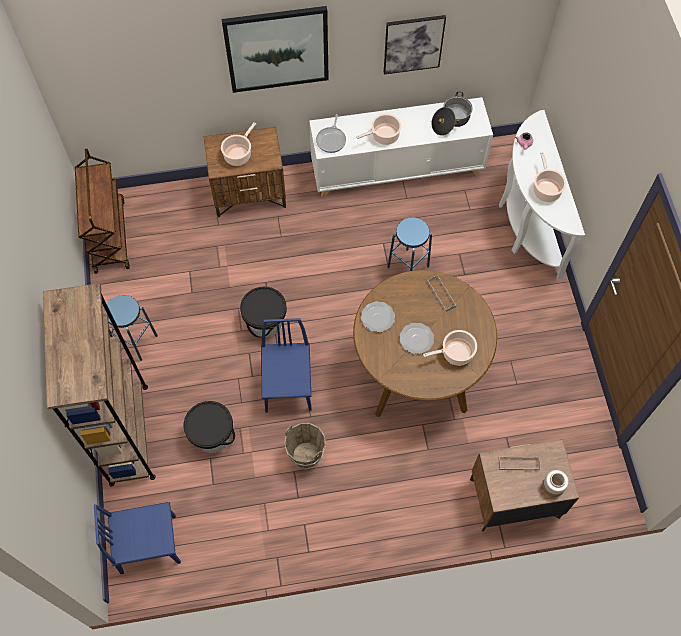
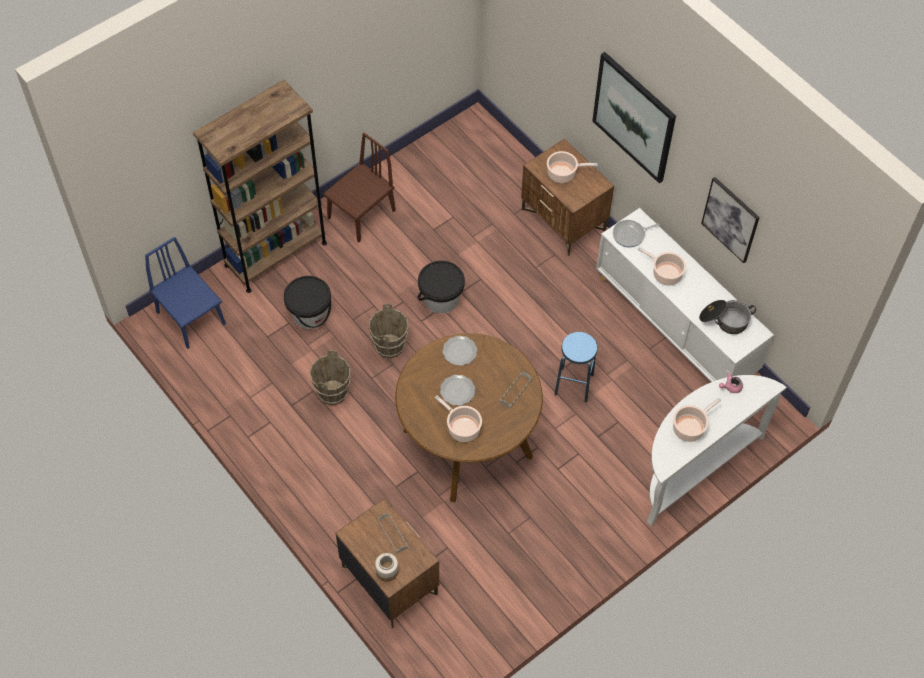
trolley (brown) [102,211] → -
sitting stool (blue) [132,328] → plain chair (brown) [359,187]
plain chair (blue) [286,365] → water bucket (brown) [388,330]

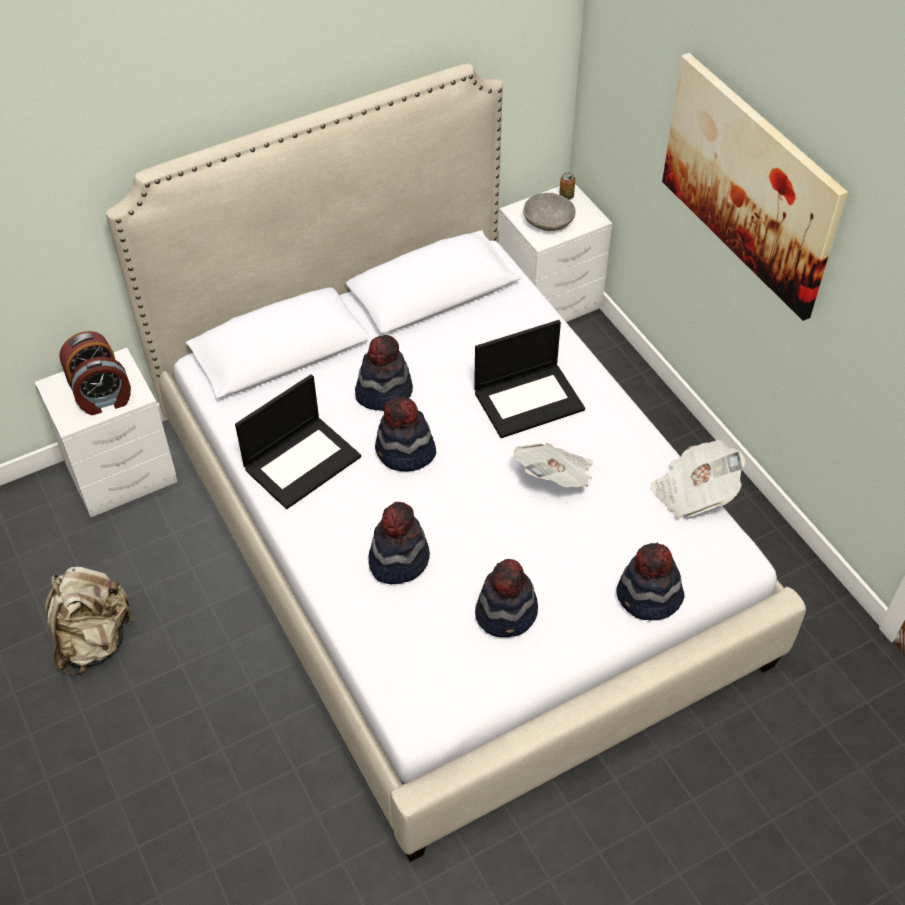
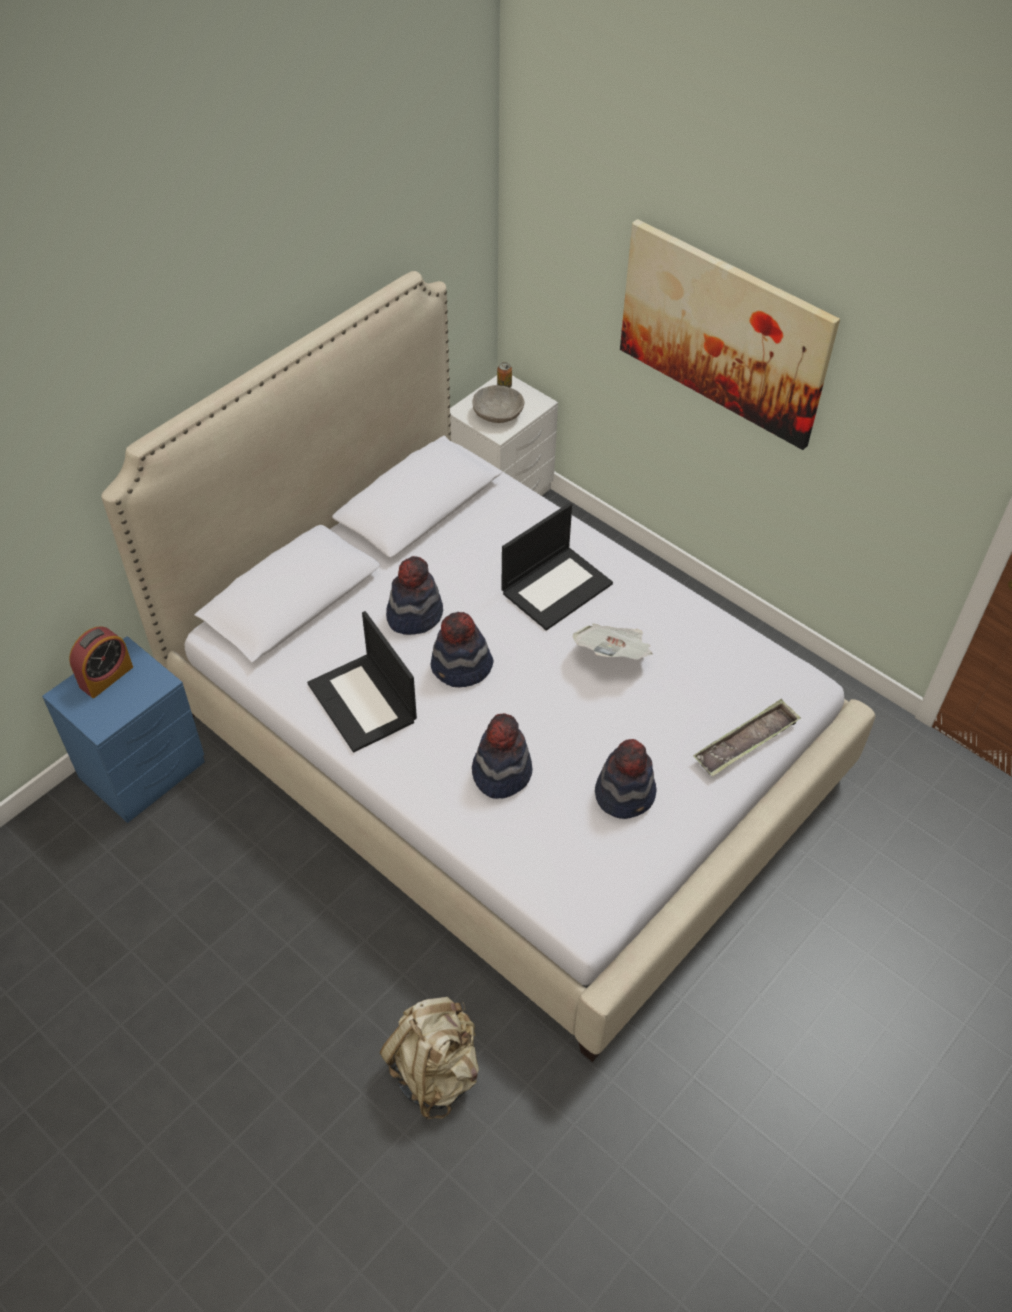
alarm clock [101,385] → -
daily paper [698,479] → -
backpack (sand-coloured) [90,621] → backpack (sand-coloured) [429,1058], move
clothing hat [650,582] → serving tray [747,738]
night table (white) [106,432] → night table (blue) [123,729]
notebook computer [298,441] → notebook computer [362,682], 120 degrees clockwise

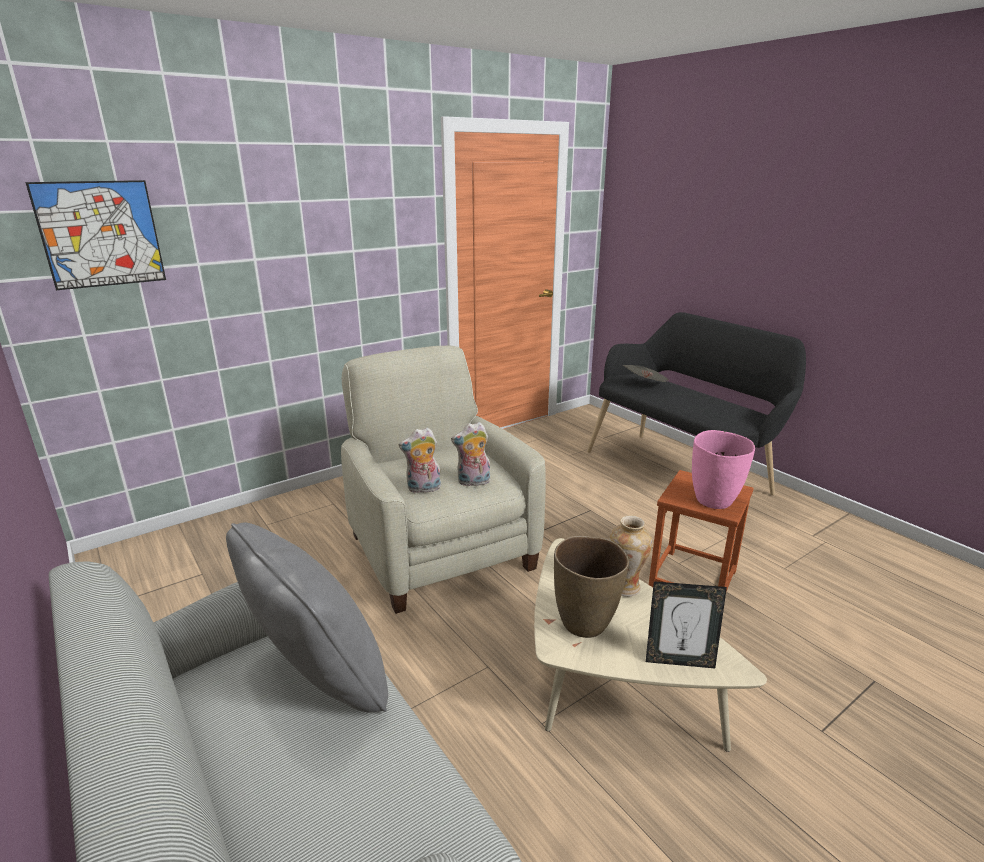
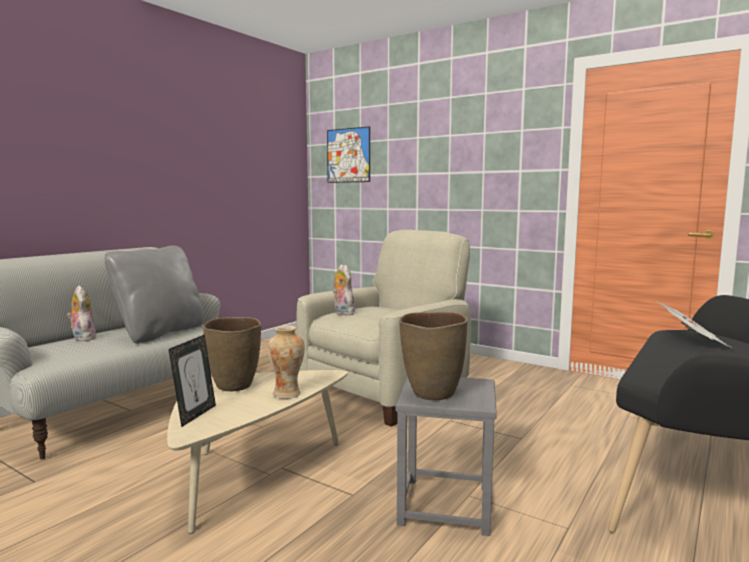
cuddly toy [470,454] → cuddly toy [81,313], move
sitting stool (brown) [701,531] → sitting stool (grey) [446,456]
decorative vase (pink) [723,469] → decorative vase (brown) [433,356]
standing frame [686,624] → standing frame [192,380], 150 degrees counterclockwise

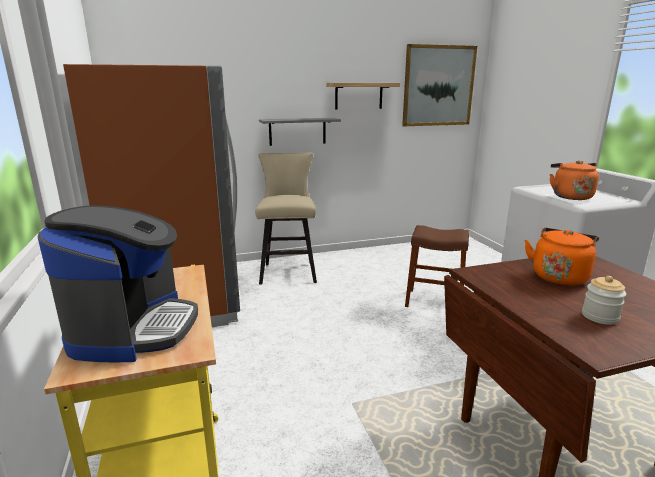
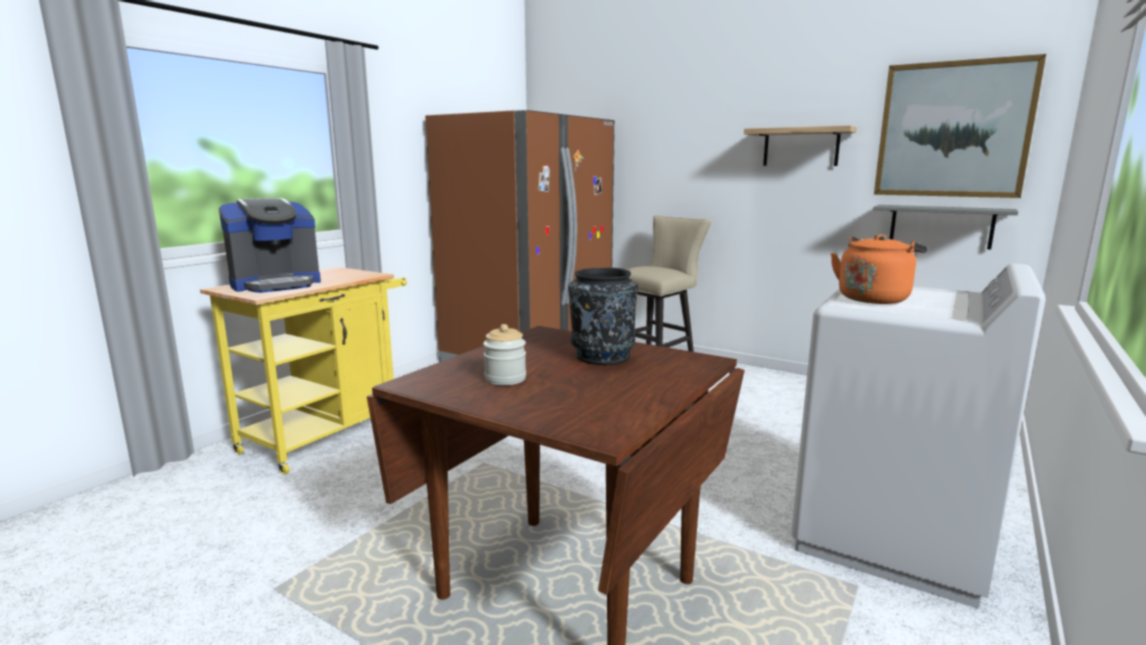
sitting stool (brown) [437,266] → -
wall shelf (grey) [300,132] → wall shelf (grey) [945,227], move
water kettle (orangey) [561,257] → decorative vase (black) [603,316]

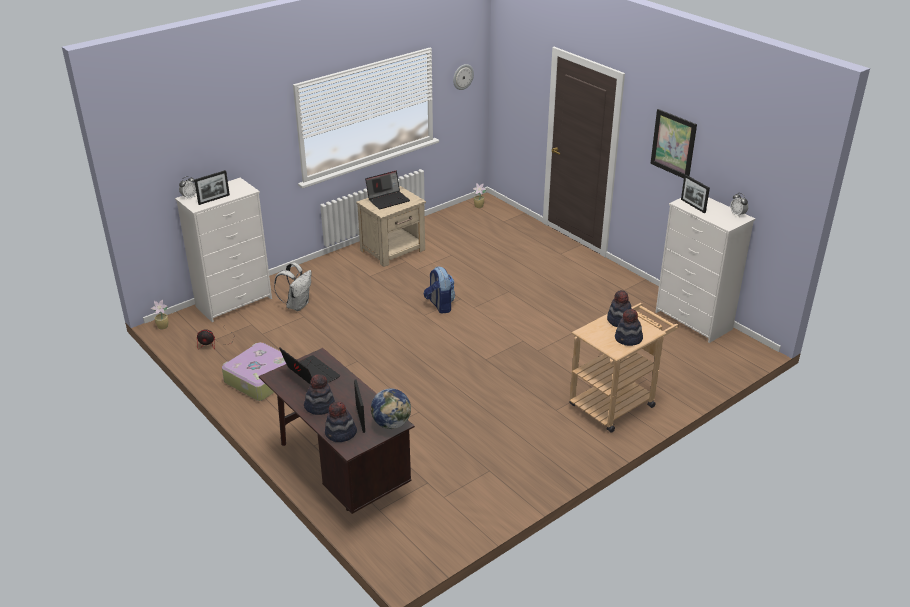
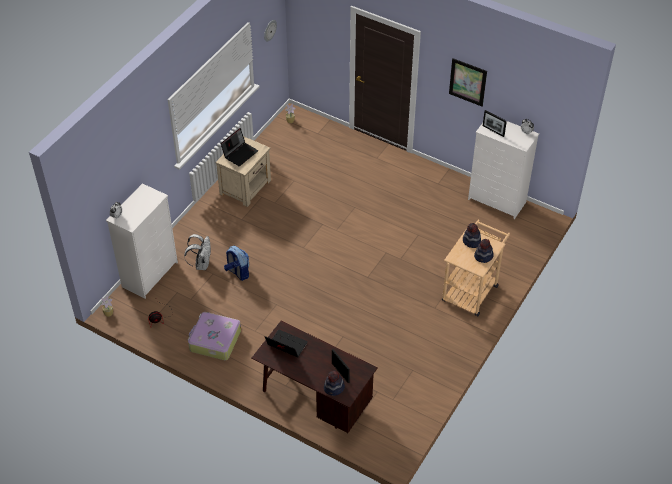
standing frame [212,187] → -
clothing hat [319,394] → -
desk globe [391,409] → -
backpack [439,290] → backpack [236,263], move

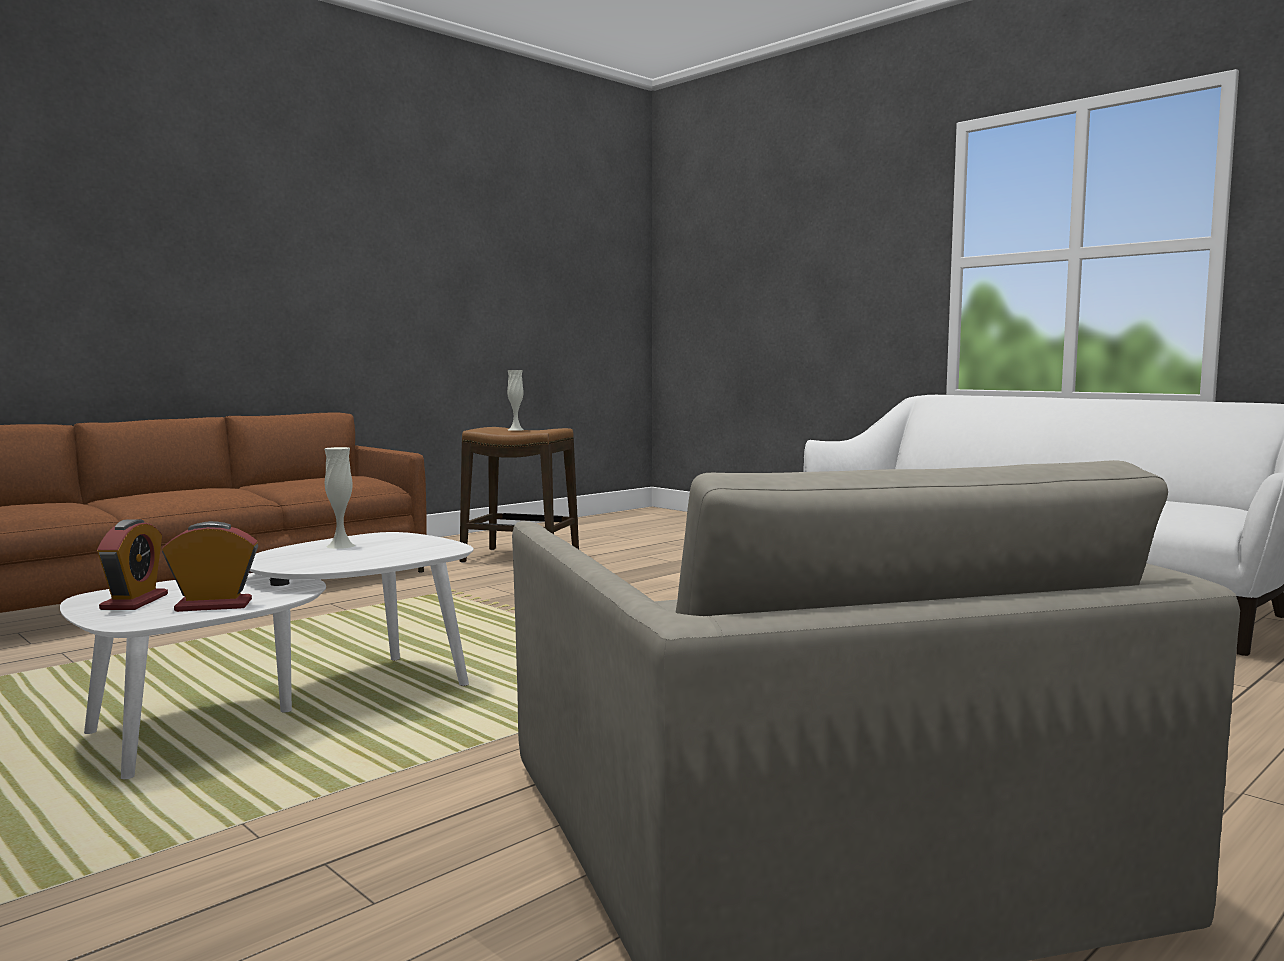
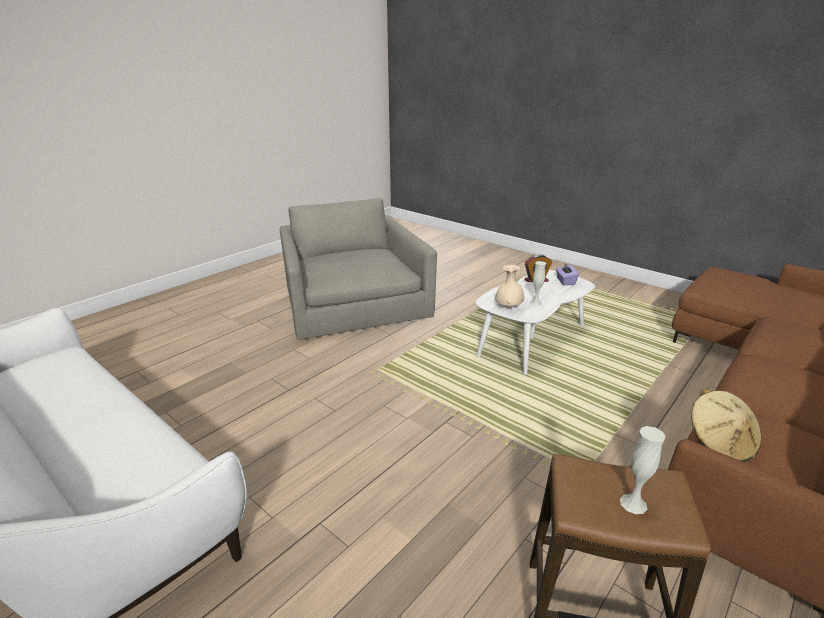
- → decorative vase (sand-coloured) [509,287]
- → clothing hat (sand-coloured) [727,426]
alarm clock [132,564] → tissue holder (purplish) [567,274]

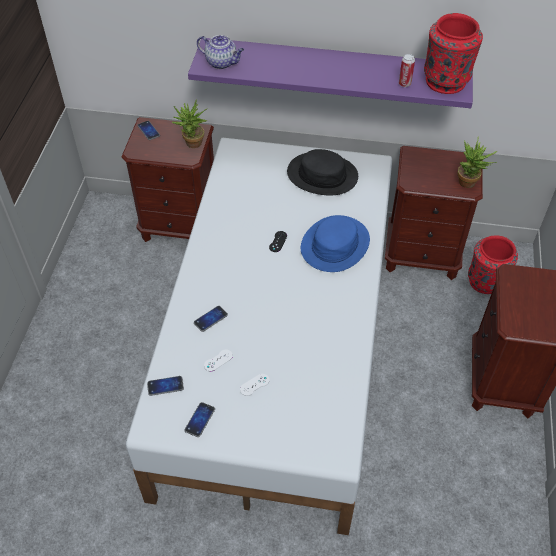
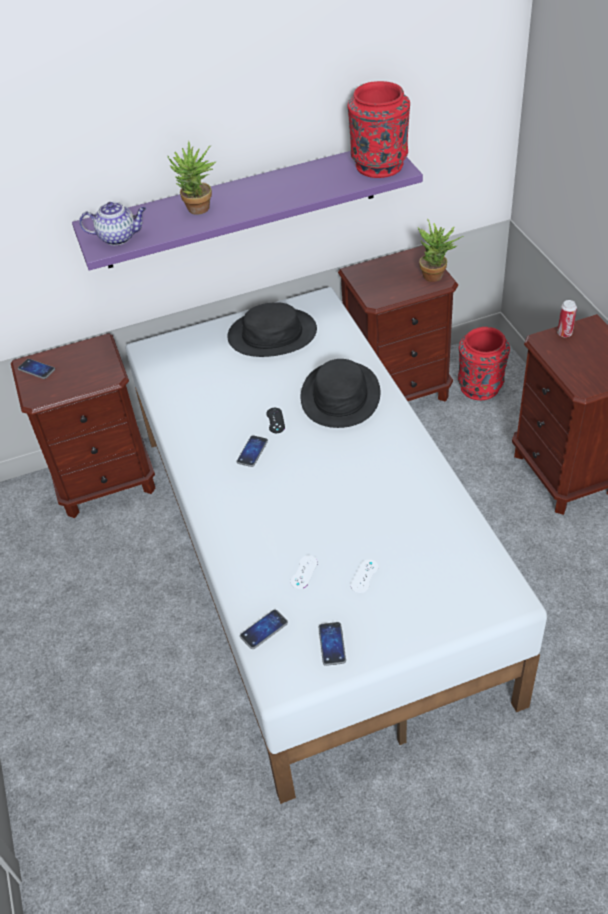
houseplant [189,123] → houseplant [192,178], move
handset [211,319] → handset [252,451], move
sealed can [407,70] → sealed can [567,318], move
clothing hat (blue) [335,243] → clothing hat (black) [340,393]

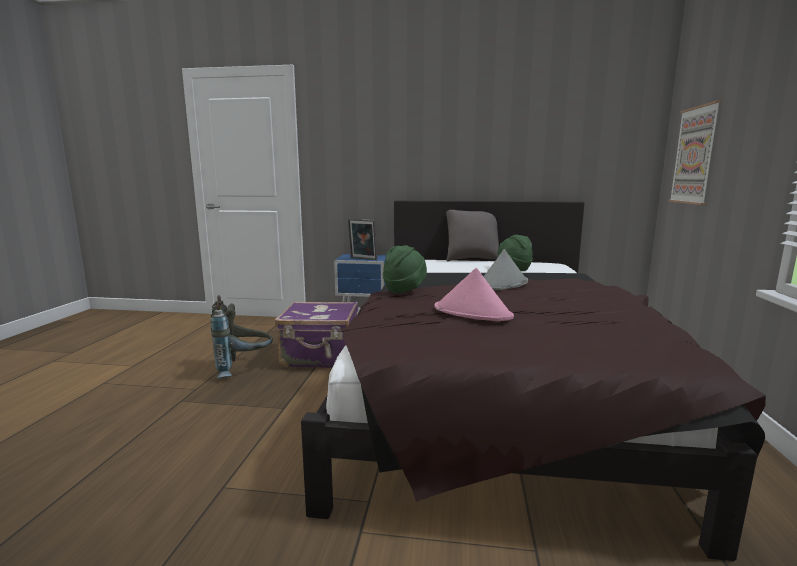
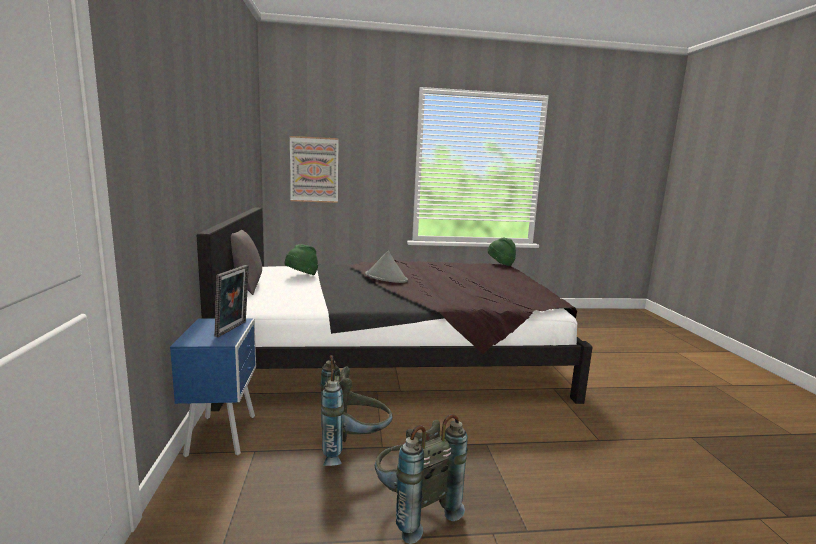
clothing hat (pink) [474,294] → -
clothing hat (green-coloured) [405,269] → clothing hat (green-coloured) [501,251], move
piece of luggage (purplish) [316,334] → backpack (grey) [356,410]

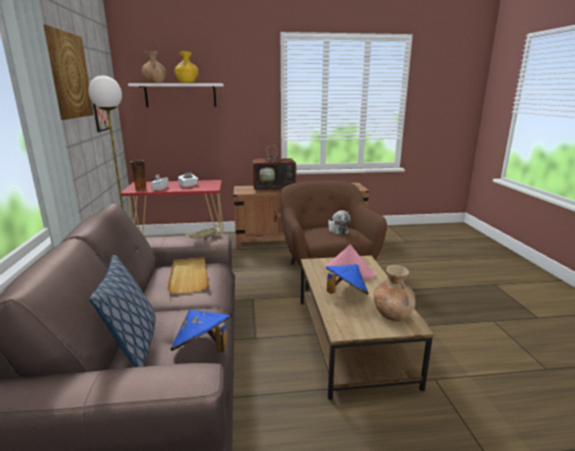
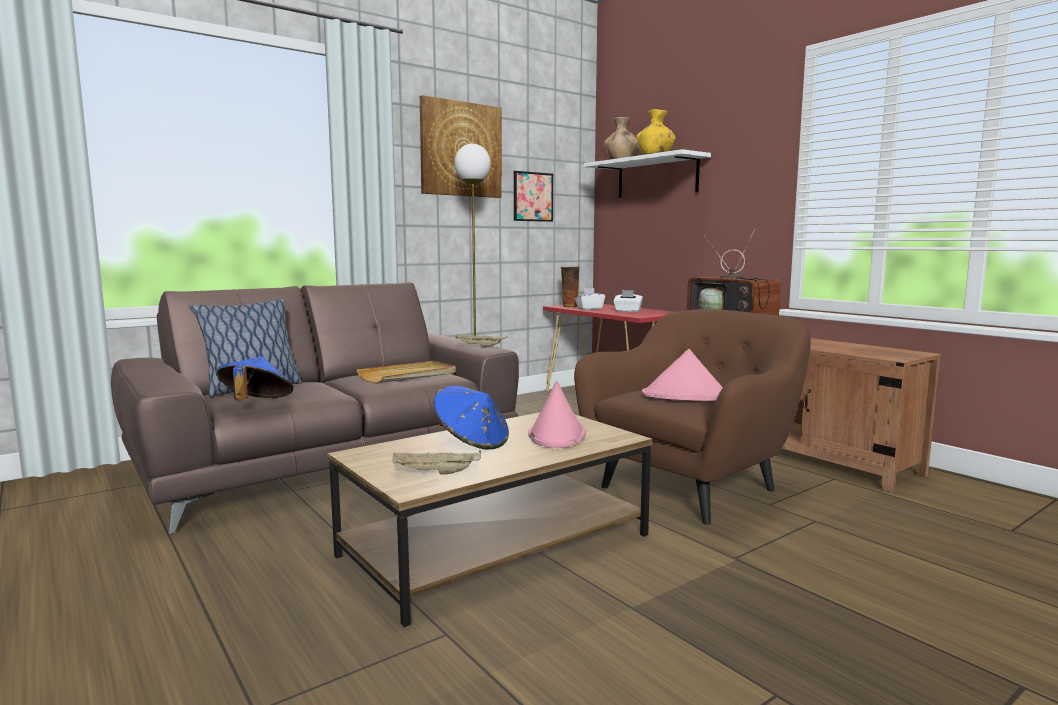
cuddly toy [339,222] → clothing hat (pink) [682,375]
decorative vase (brown) [395,293] → serving tray (sand-coloured) [436,463]

